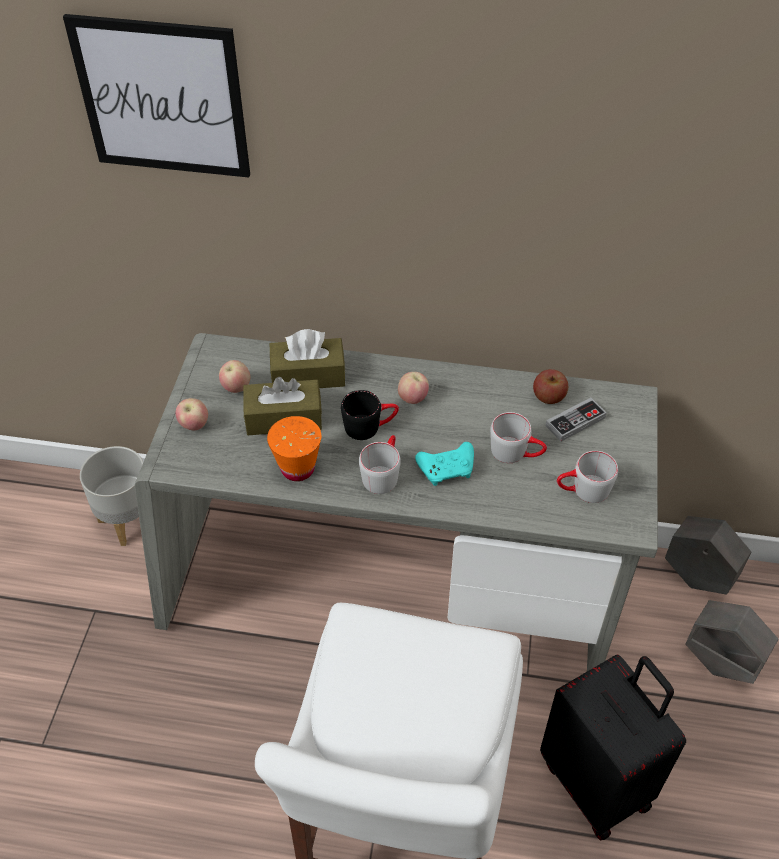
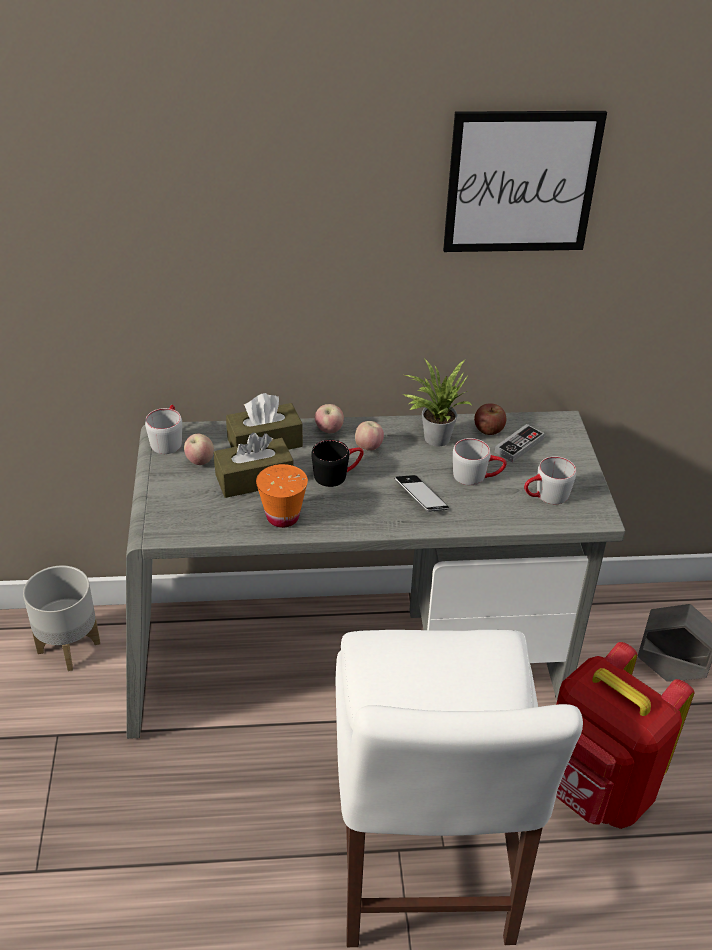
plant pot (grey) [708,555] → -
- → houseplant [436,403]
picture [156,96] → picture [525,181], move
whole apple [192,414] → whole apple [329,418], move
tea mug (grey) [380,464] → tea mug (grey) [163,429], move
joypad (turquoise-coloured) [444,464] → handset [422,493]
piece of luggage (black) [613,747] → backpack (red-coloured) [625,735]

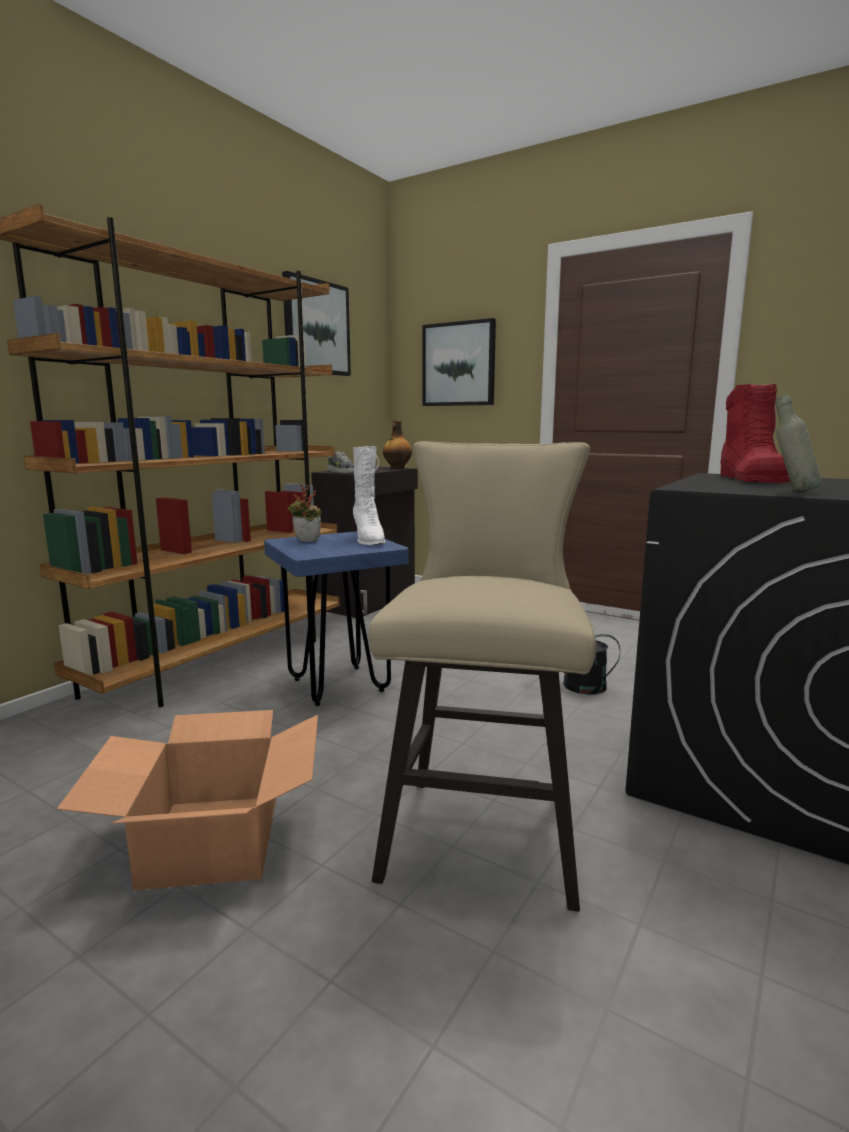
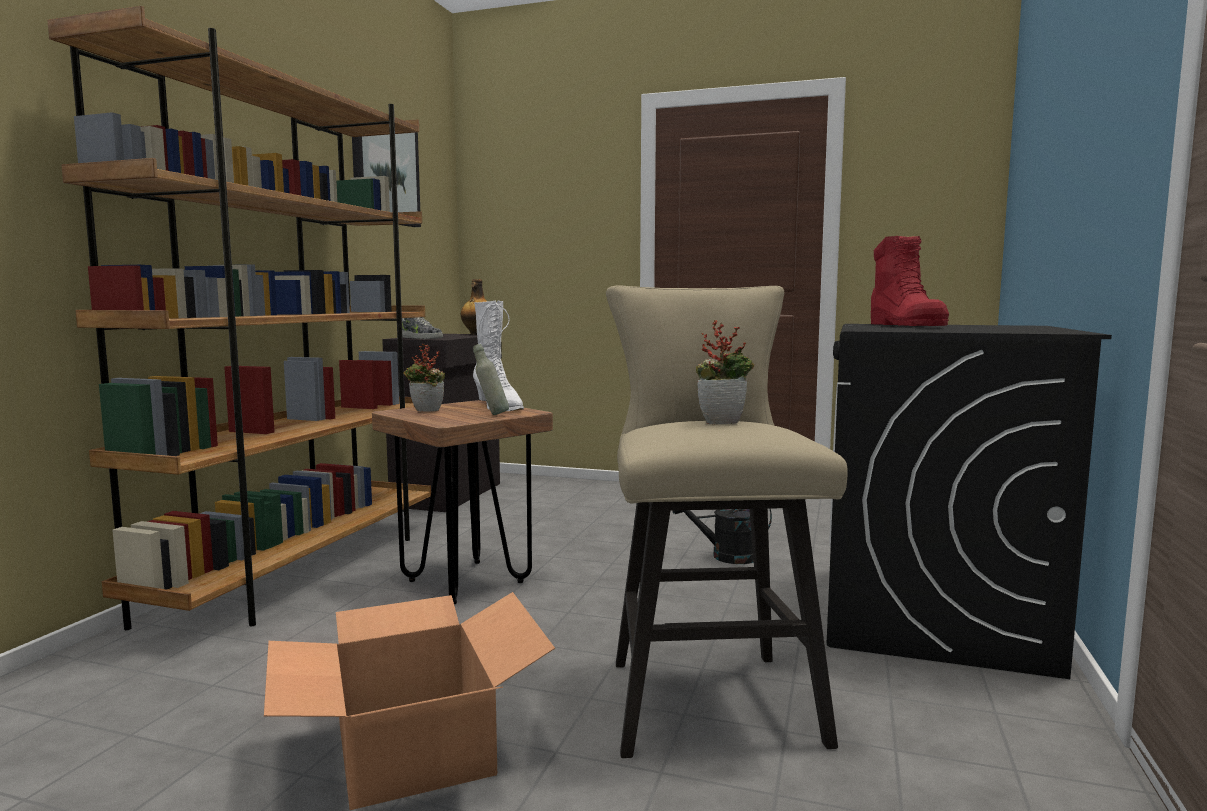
picture [459,362] → -
- → houseplant [725,372]
bottle (grey) [798,444] → bottle (grey) [491,379], move
sitting stool (blue) [336,618] → sitting stool (brown) [462,502]

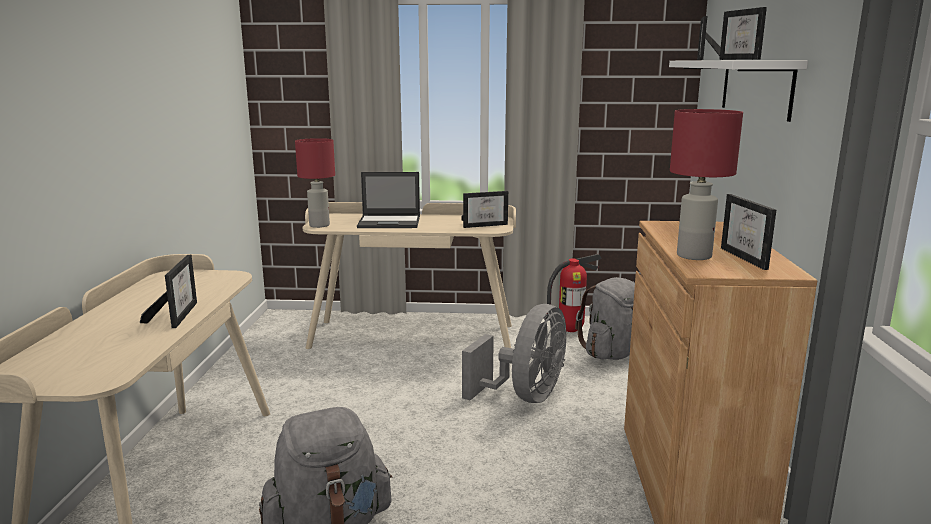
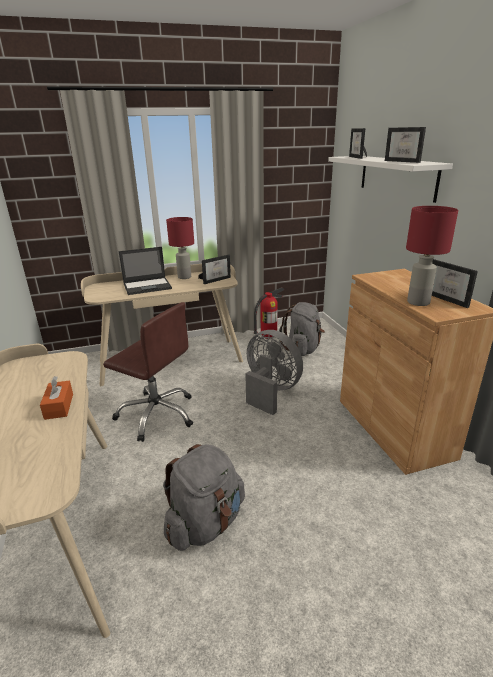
- → computer chair (brown) [148,372]
lamp for a table (red-coloured) [315,183] → lamp for a table (red-coloured) [180,248], move
standing frame [168,291] → tissue holder (orangey) [56,398]
cooling fan (grey) [514,353] → cooling fan (grey) [274,372], 60 degrees counterclockwise

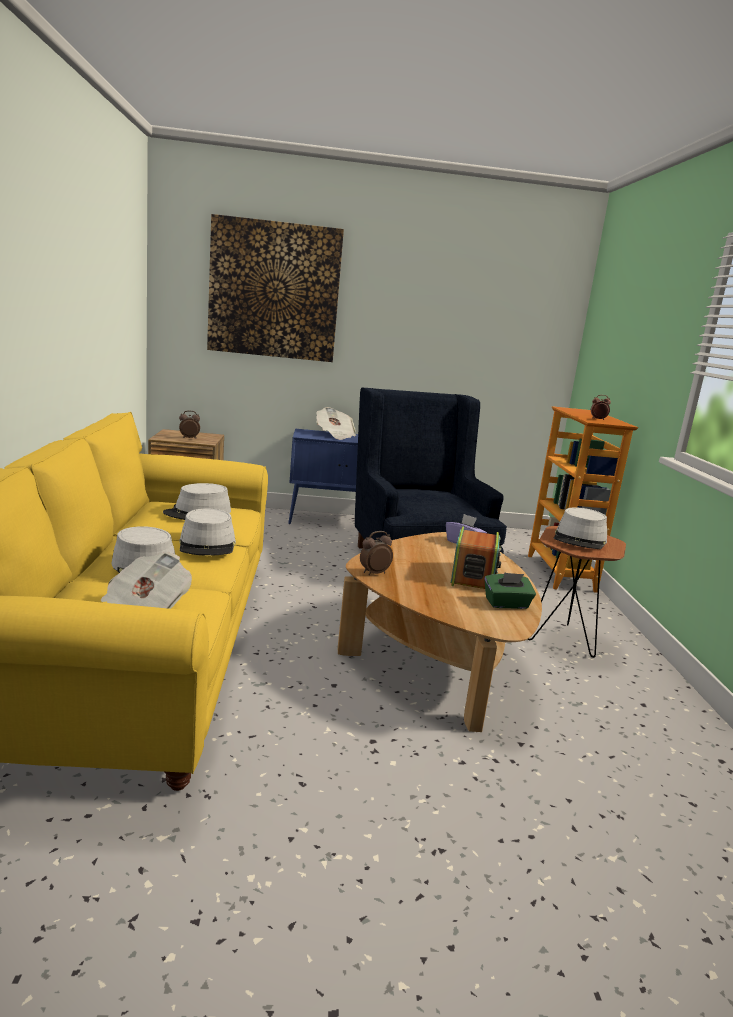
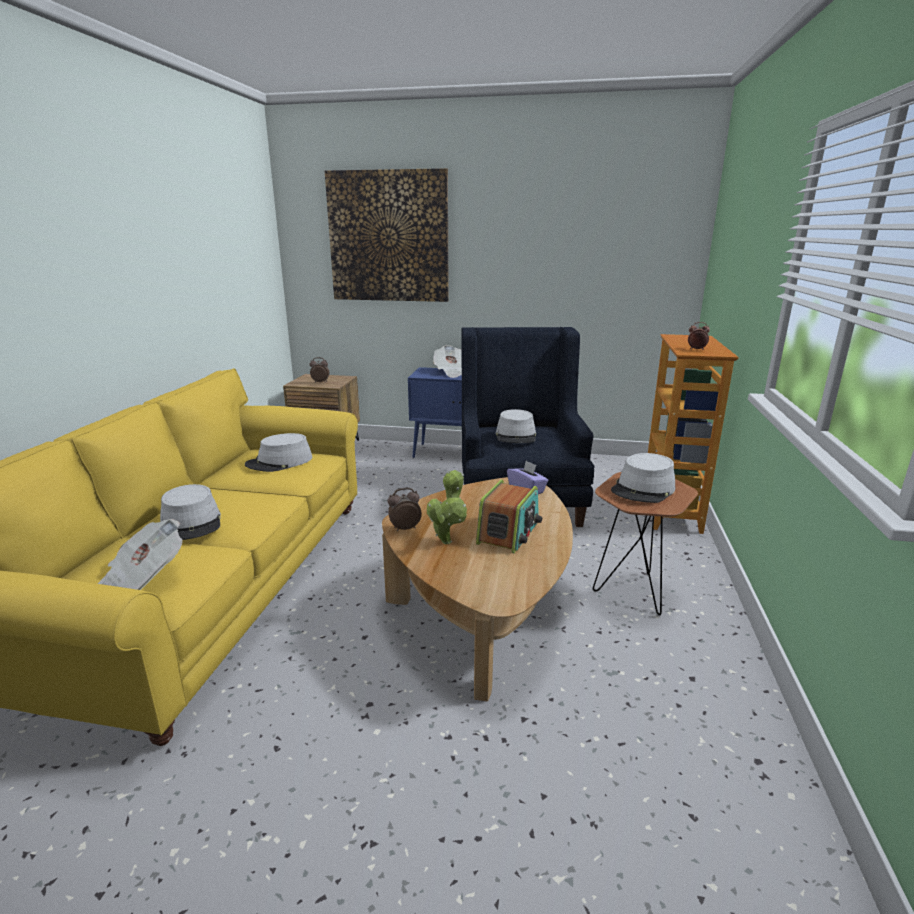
tissue holder (green-coloured) [510,590] → -
- → houseplant [447,507]
clothing hat (grey) [207,532] → clothing hat (grey) [516,426], move

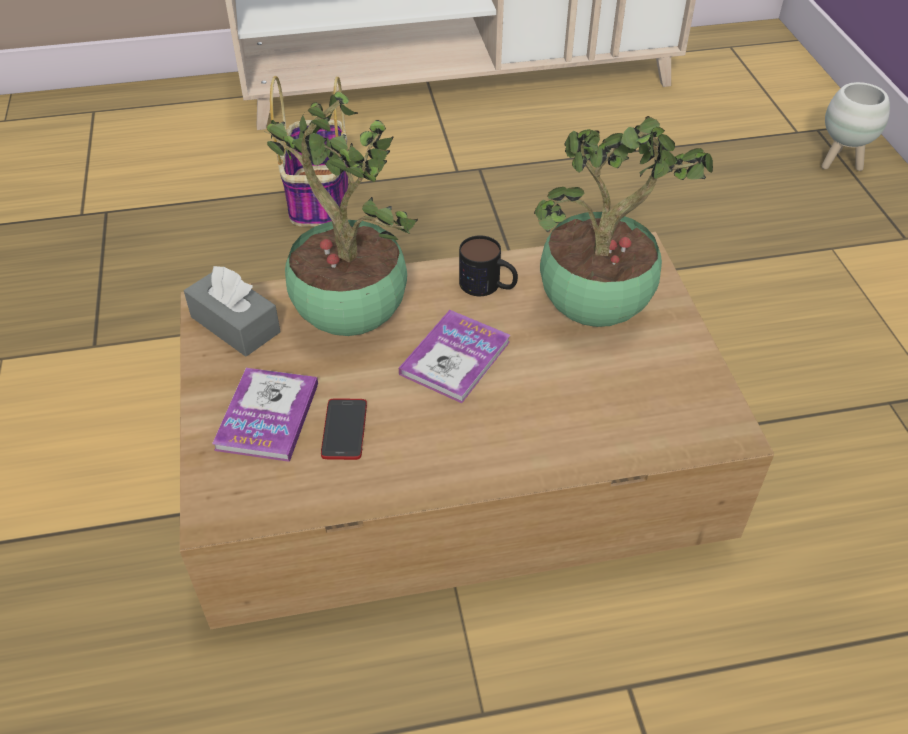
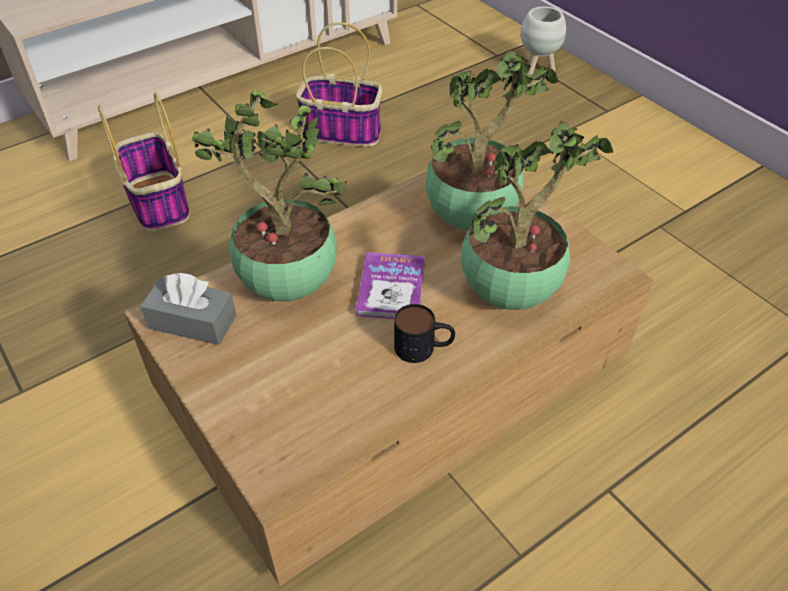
book [265,415] → -
handset [344,429] → -
- → storage basket [339,84]
- → houseplant [537,215]
tea mug [488,266] → tea mug [424,333], move

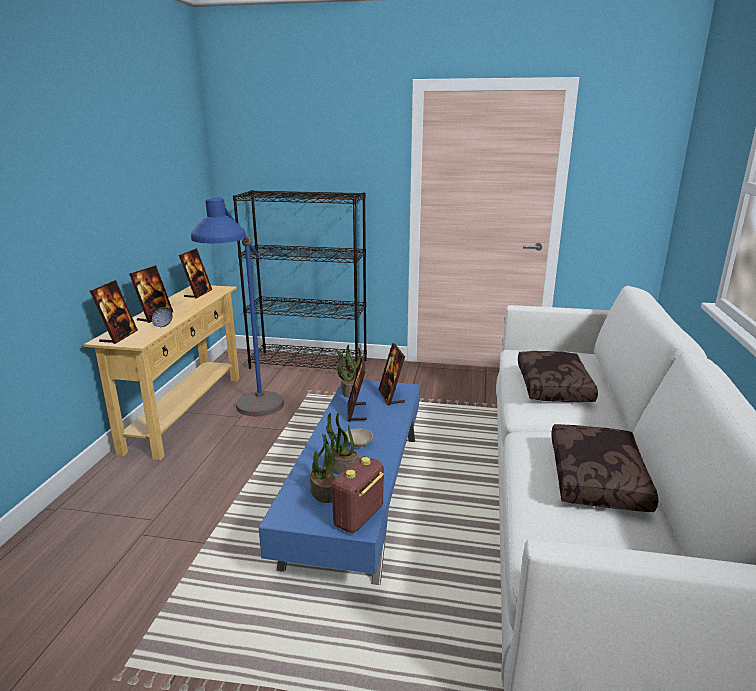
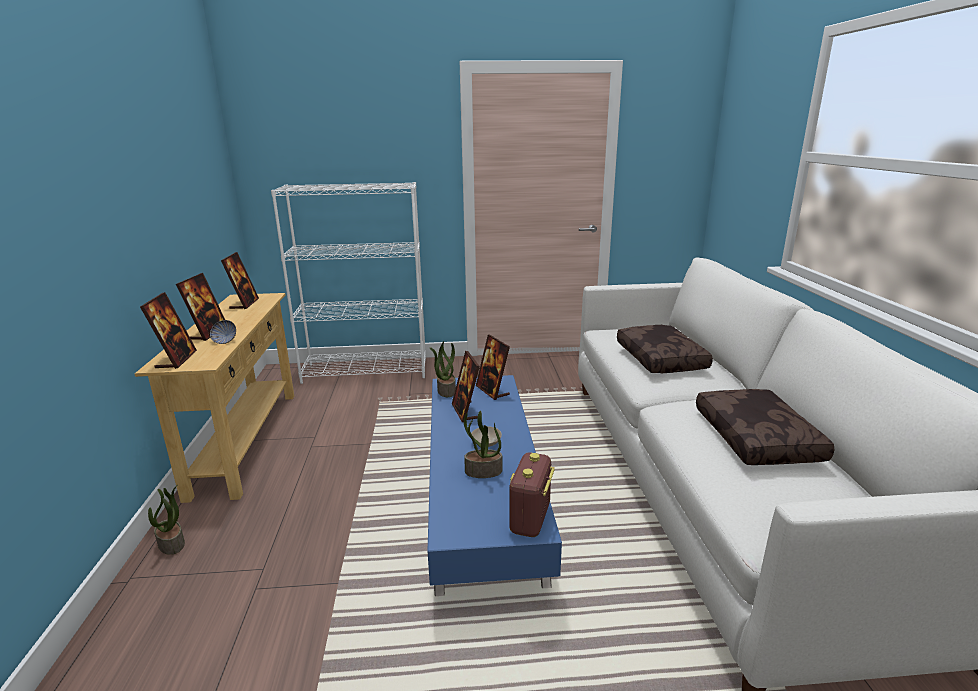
standing lamp (blue) [237,306] → -
houseplant [324,468] → houseplant [166,520], move
bookcase (black) [300,282] → bookcase (white) [348,283]

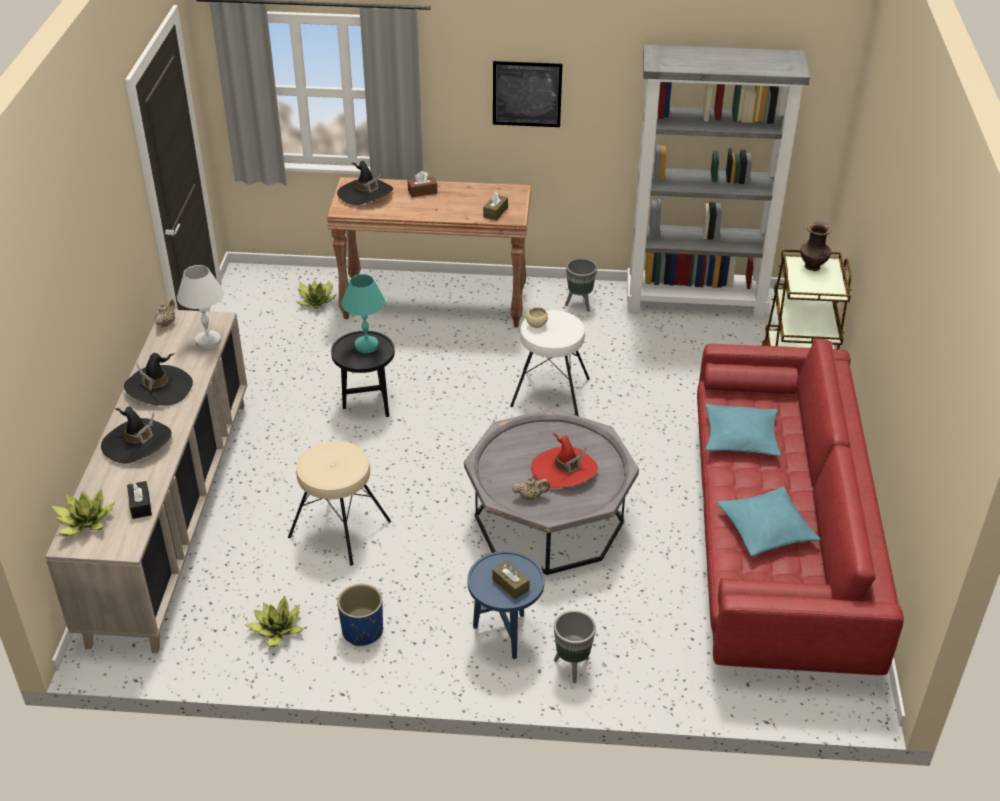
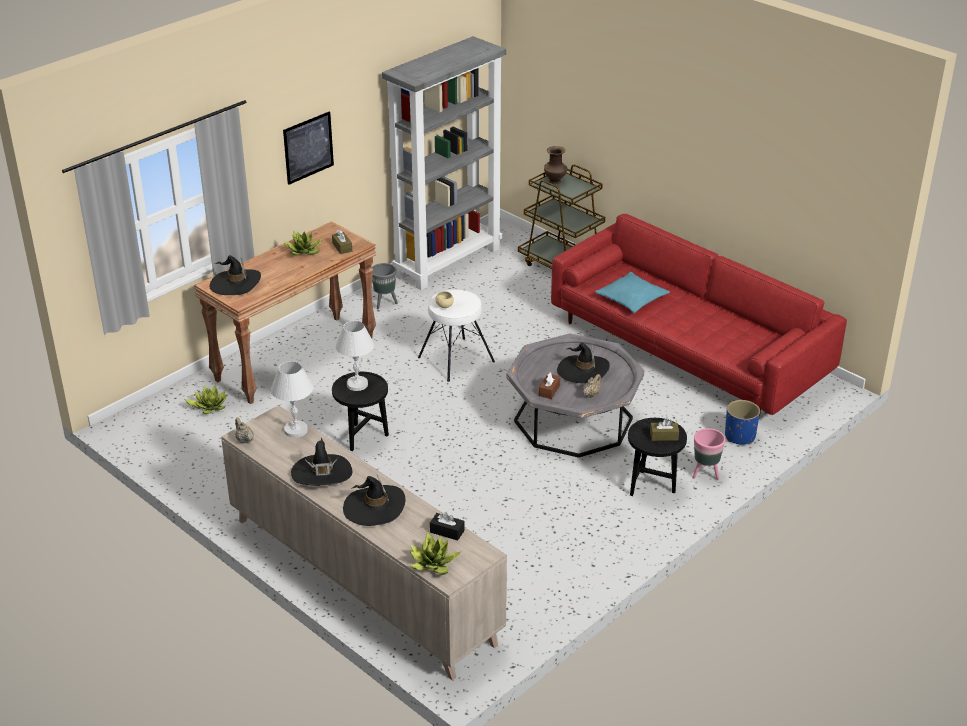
sitting stool (sand-coloured) [339,503] → -
cushion (turquoise-coloured) [768,521] → -
houseplant [274,621] → houseplant [303,242], move
plant pot (blue) [360,615] → plant pot (blue) [742,422], move
tissue holder (brown) [422,184] → tissue holder (brown) [549,385], move
lamp for a table (turquoise-coloured) [363,313] → lamp for a table (white) [355,356]
accent table (blue) [506,605] → accent table (black) [657,457]
clothing hat (red-coloured) [564,460] → clothing hat (black) [583,363]
plant pot (grey) [575,647] → plant pot (pink) [709,454]

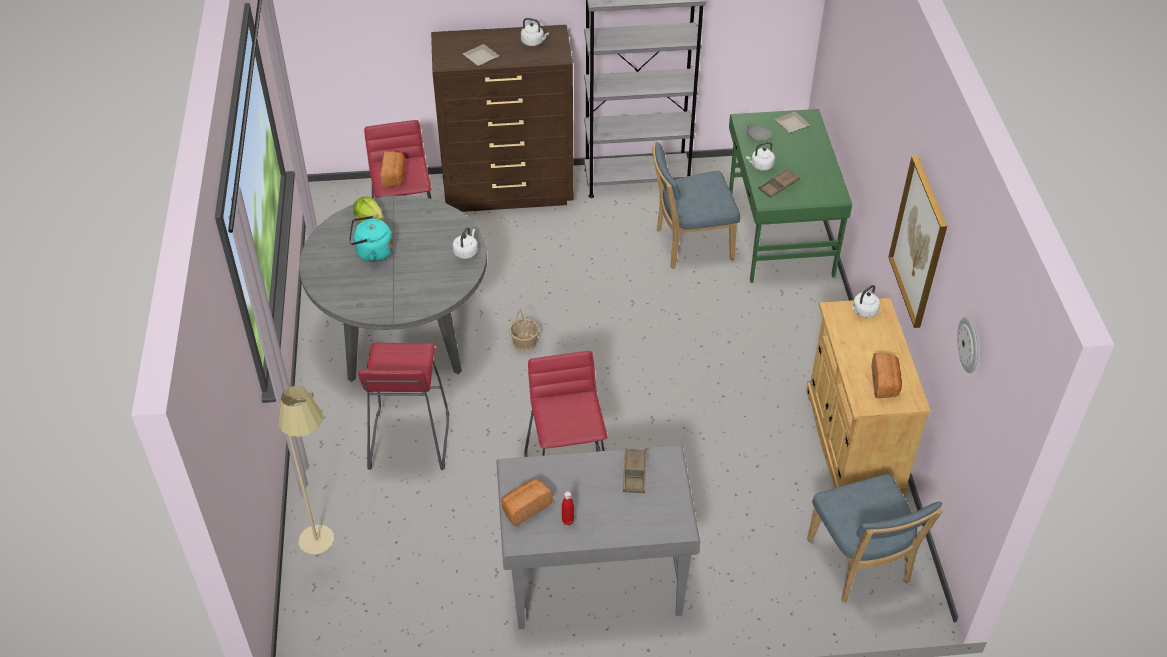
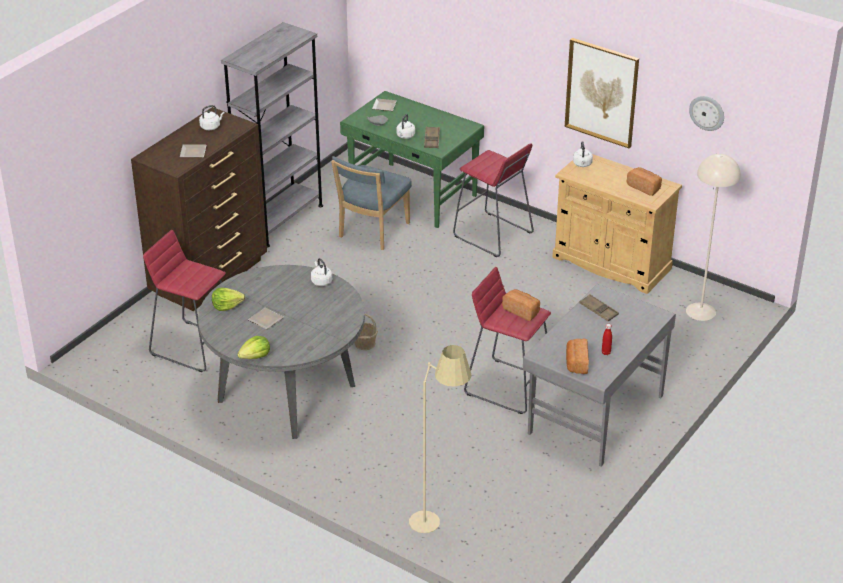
- → head of lettuce [253,347]
sitting stool (red-coloured) [403,406] → sitting stool (red-coloured) [493,200], move
bakery bread [393,169] → bakery bread [521,305], move
water kettle (turquoise-coloured) [371,239] → flat dish [266,319]
plain chair (blue) [875,538] → standing lamp (sand-coloured) [713,237]

